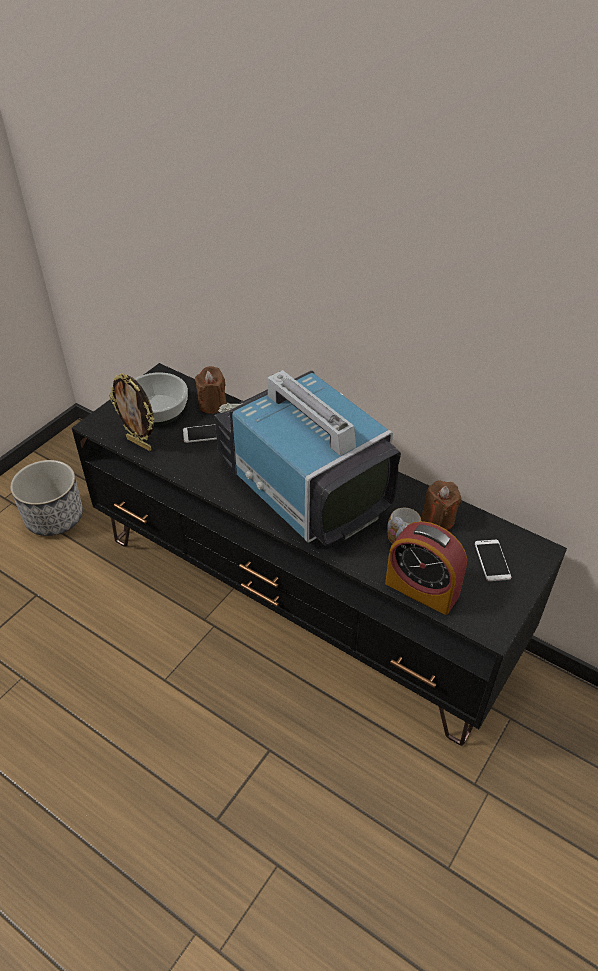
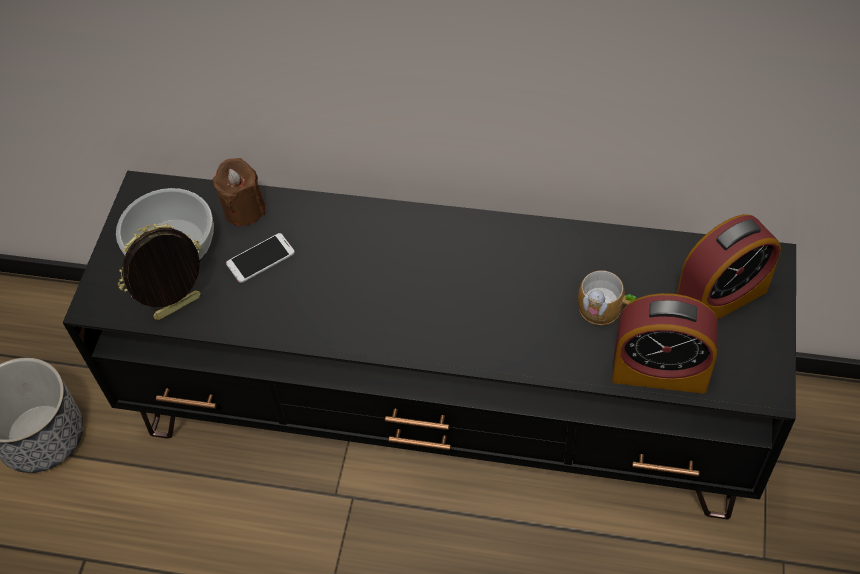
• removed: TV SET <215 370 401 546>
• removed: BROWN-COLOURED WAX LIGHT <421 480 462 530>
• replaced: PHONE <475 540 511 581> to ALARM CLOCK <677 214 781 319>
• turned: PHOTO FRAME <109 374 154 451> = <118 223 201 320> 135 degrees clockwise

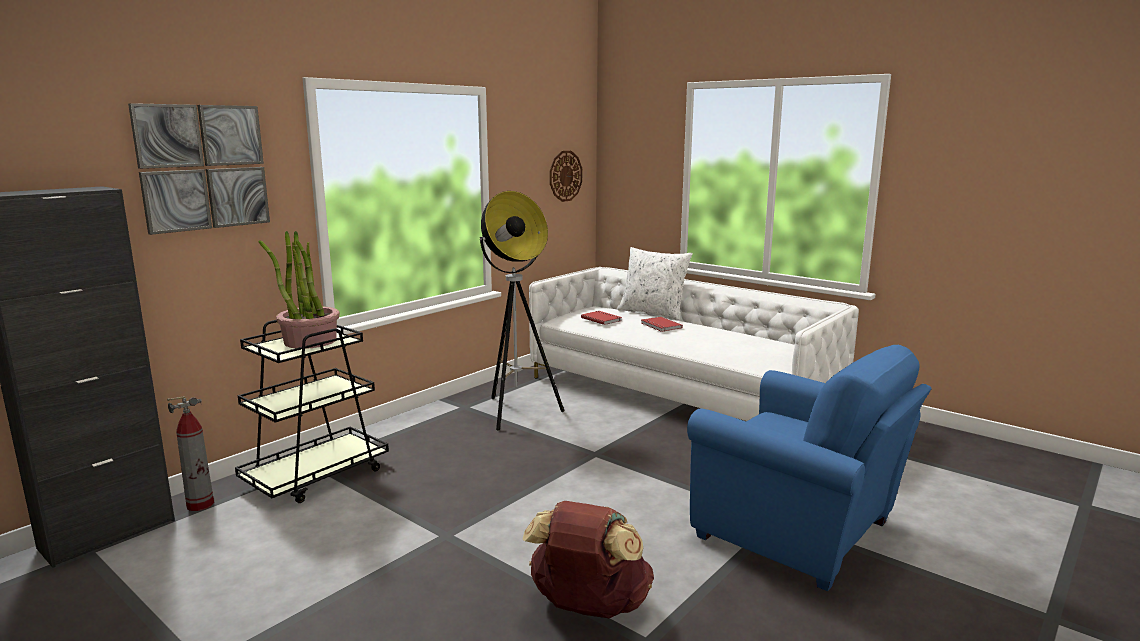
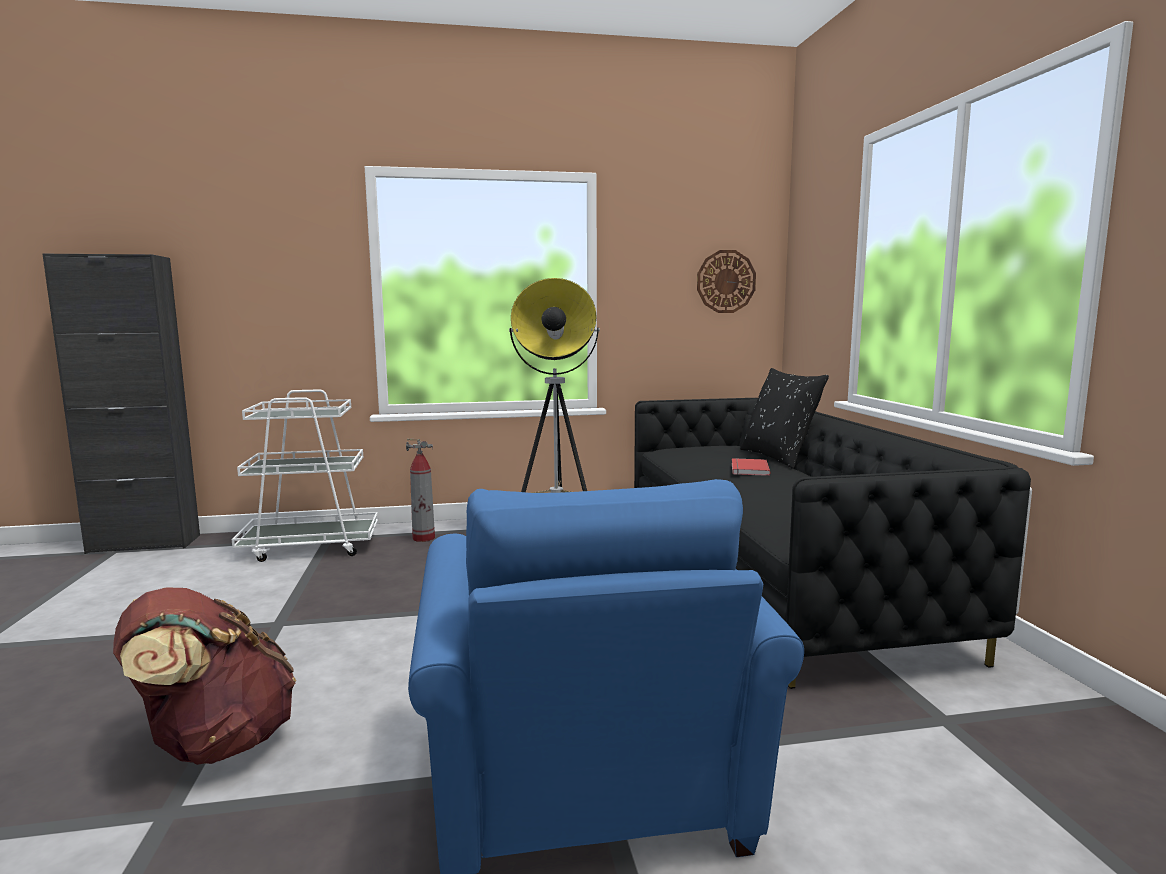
• removed: WALL ART <128 103 270 235>
• removed: PLANT IN A POT <259 231 340 349>
• removed: REDDISH BOUND BOOK <581 311 622 325>
• moved: FIRE EXTINGUISHER <167 396 214 511> to <406 438 435 542>
• recoloured: BLACK-COLOURED WHEELED CART <235 320 389 503> to WHITISH WHEELED CART <232 389 378 562>
• recoloured: WHITISH SETTEE <529 267 859 421> to BLACK-COLOURED SETTEE <634 398 1031 689>
• recoloured: WHITISH THROW PILLOW <618 247 693 320> to BLACK-COLOURED THROW PILLOW <740 368 829 469>

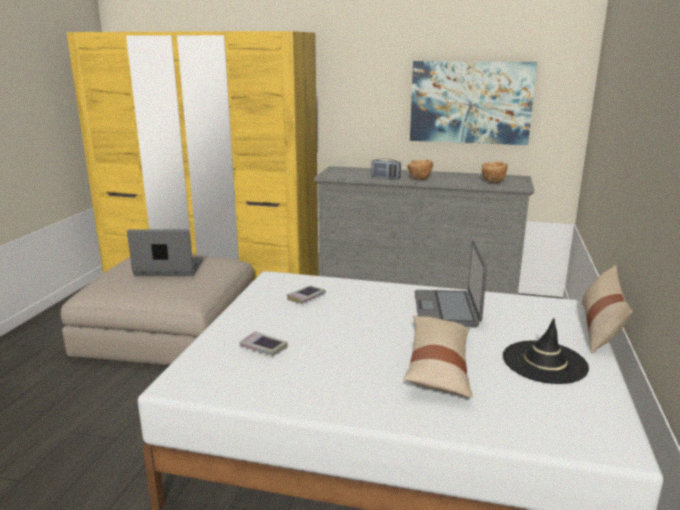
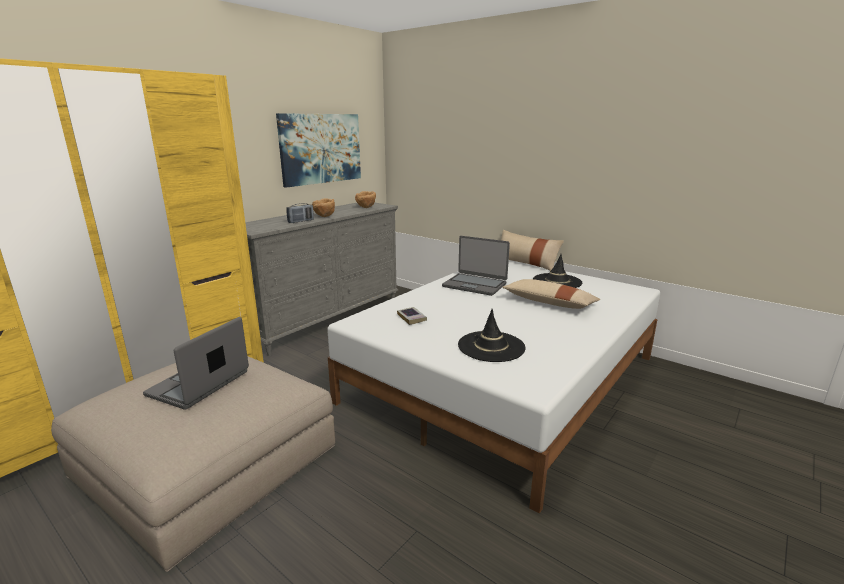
• replaced: BOUND BOOK <239 331 288 356> to BLACK-COLOURED HAT <458 309 526 362>

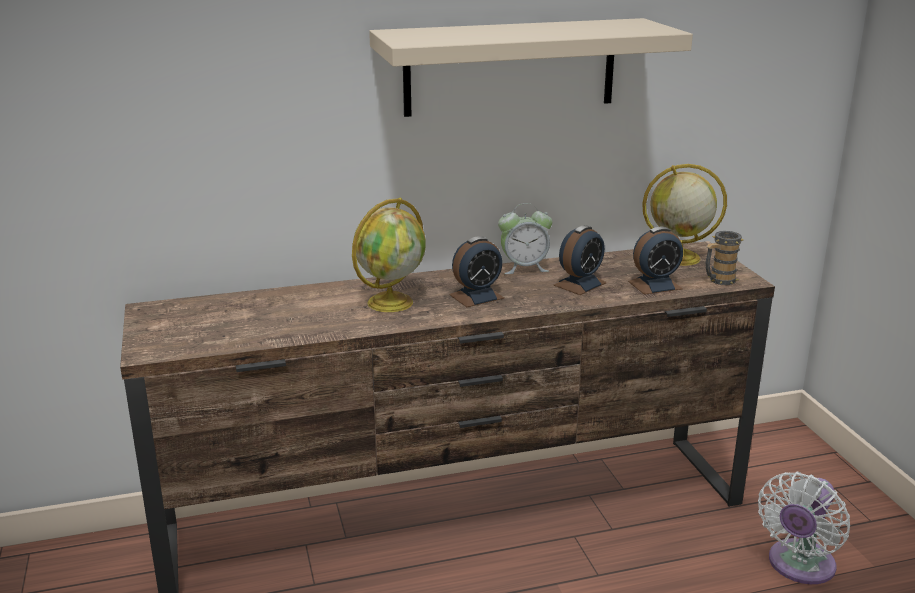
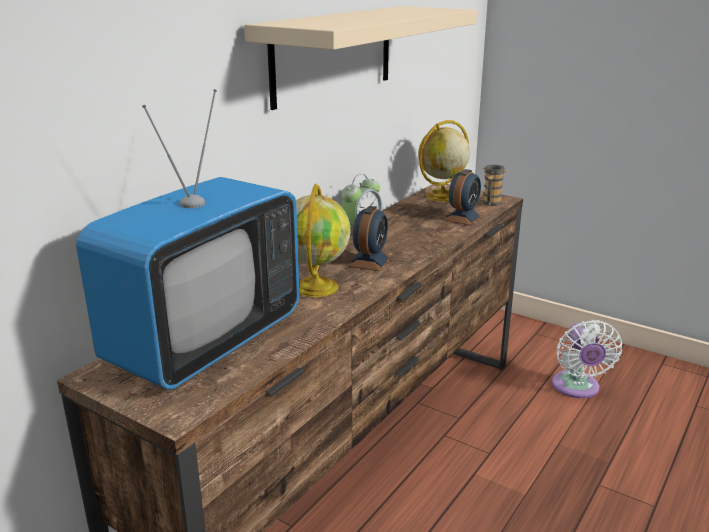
• removed: ALARM CLOCK <553 225 607 295>
• added: TV SET <76 89 300 390>

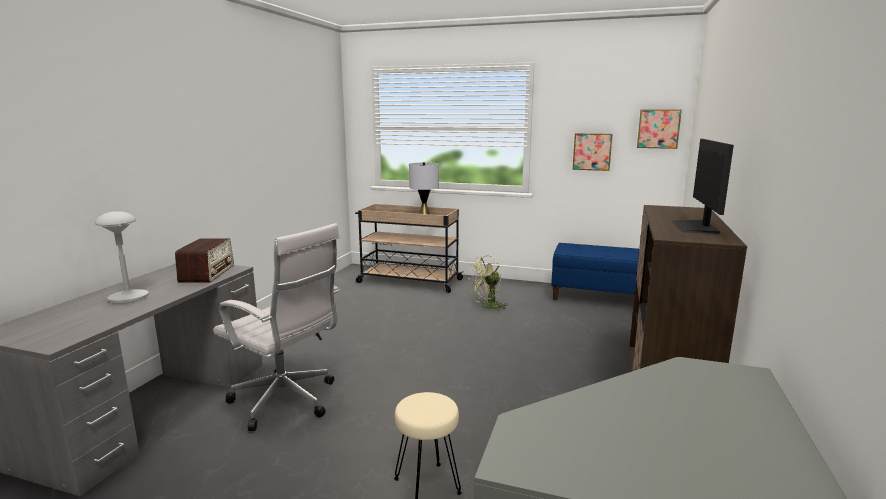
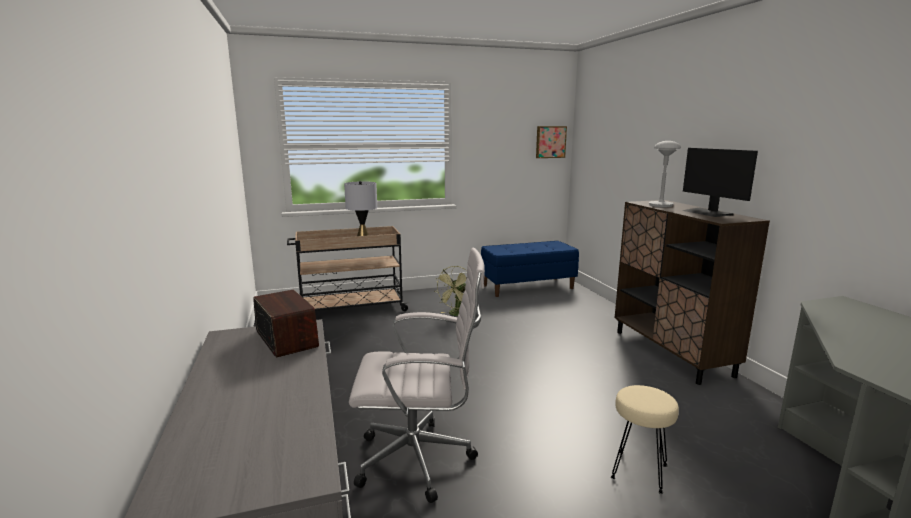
• removed: WALL ART <572 133 612 171>
• moved: GREYISH LAMP FOR A TABLE <95 211 149 304> to <649 141 681 207>

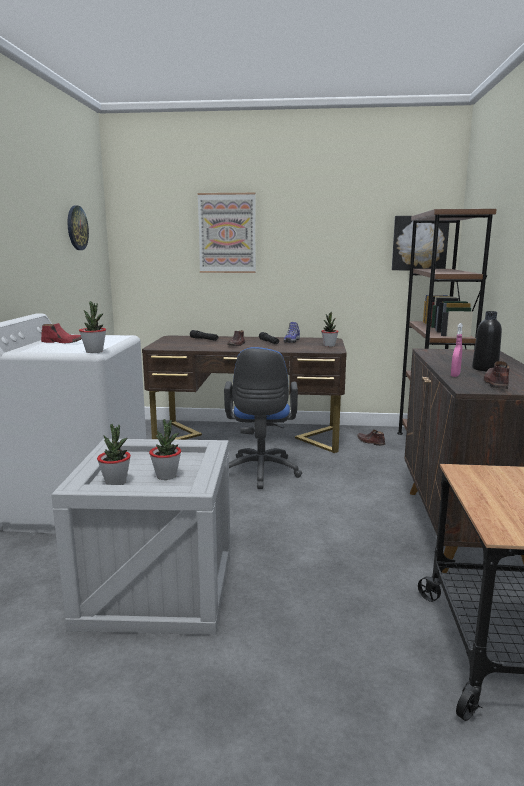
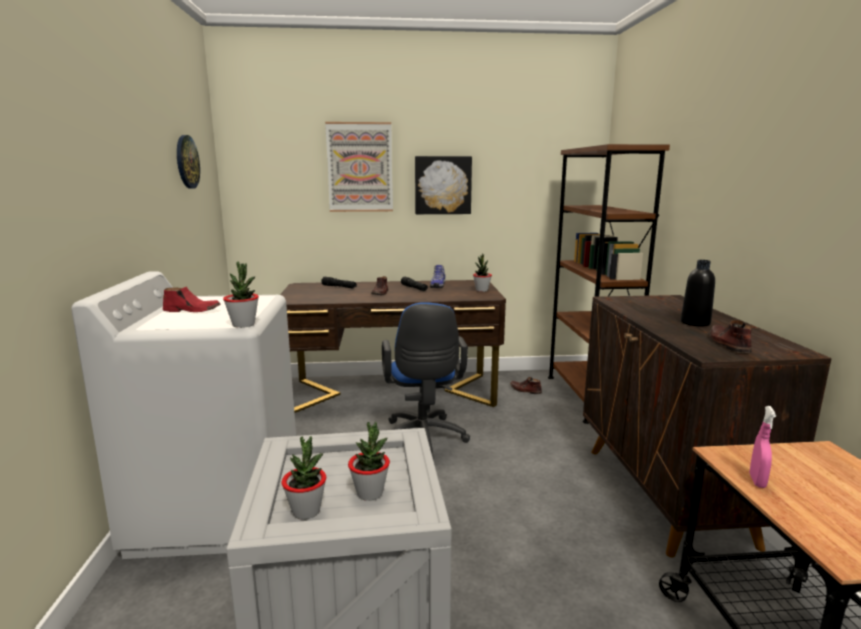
• moved: WALL ART <392 216 449 270> to <415 156 472 214>
• moved: PINK-COLOURED HAND SPRAYER <451 323 463 377> to <749 406 776 488>

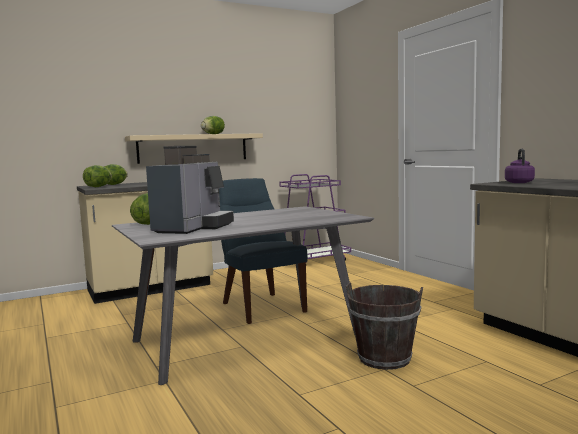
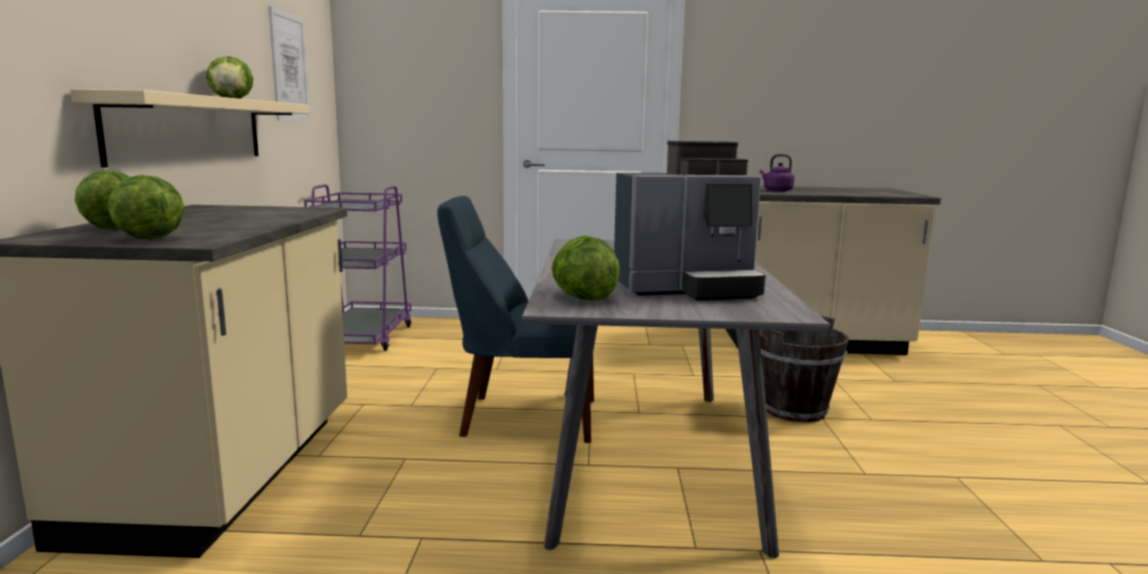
• added: WALL ART <268 6 310 121>
• turned: COFFEE MACHINE <146 146 234 234> = <614 141 766 301> 120 degrees clockwise

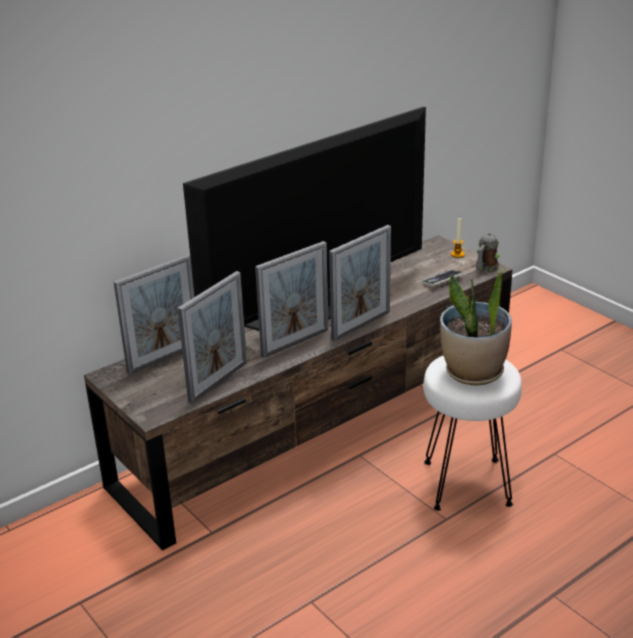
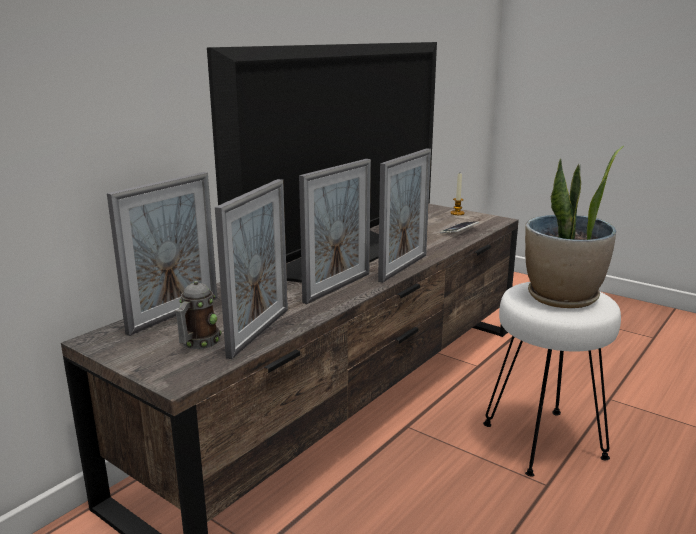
• moved: COFFEE MUG <475 233 499 273> to <175 281 221 349>

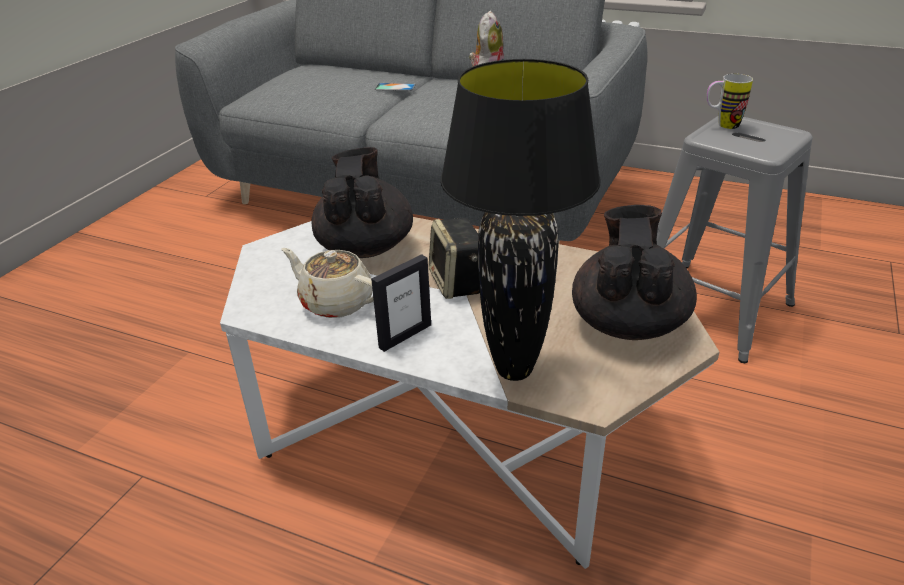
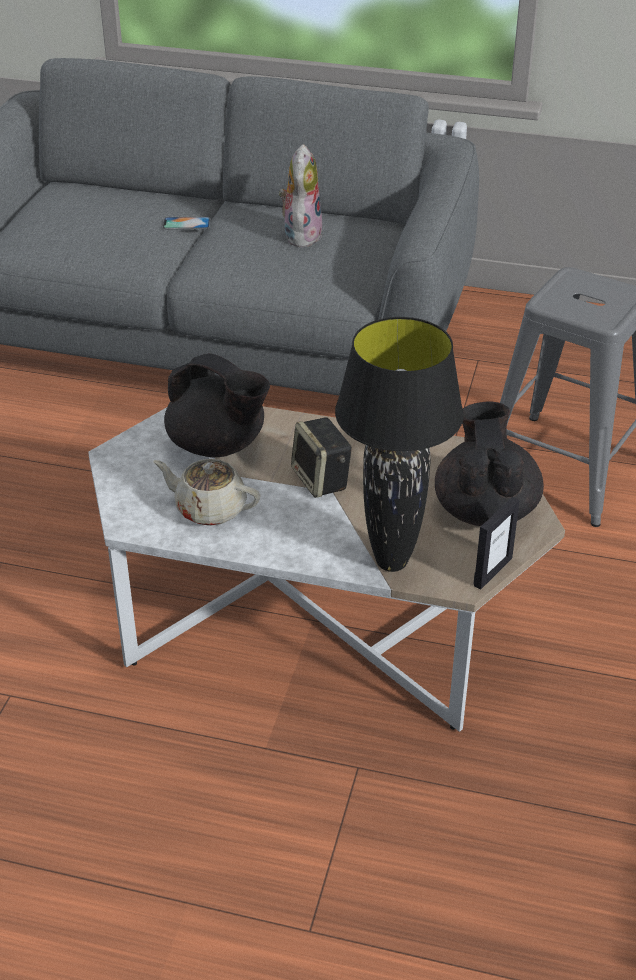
• removed: COFFEE MUG <707 74 753 129>
• moved: PHOTO FRAME <371 254 431 352> to <473 497 520 589>
• turned: BLACK-COLOURED TEA POT <311 147 413 258> = <164 353 270 457> 135 degrees clockwise

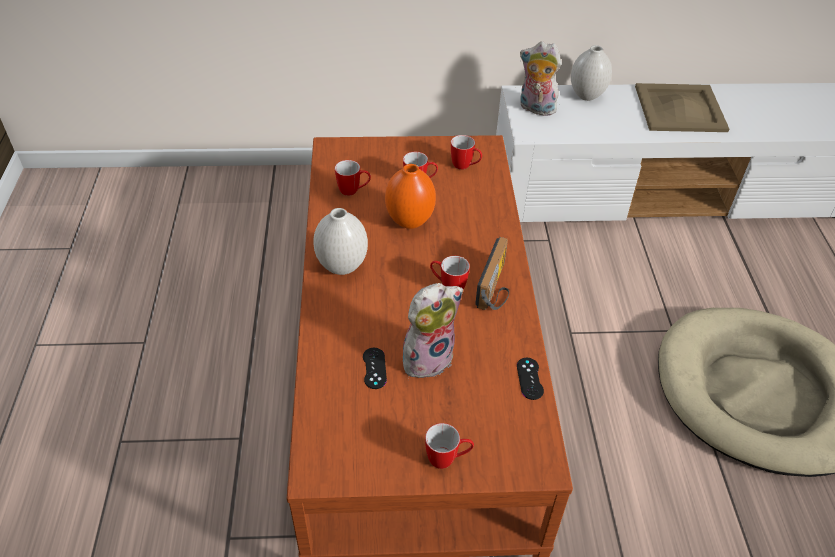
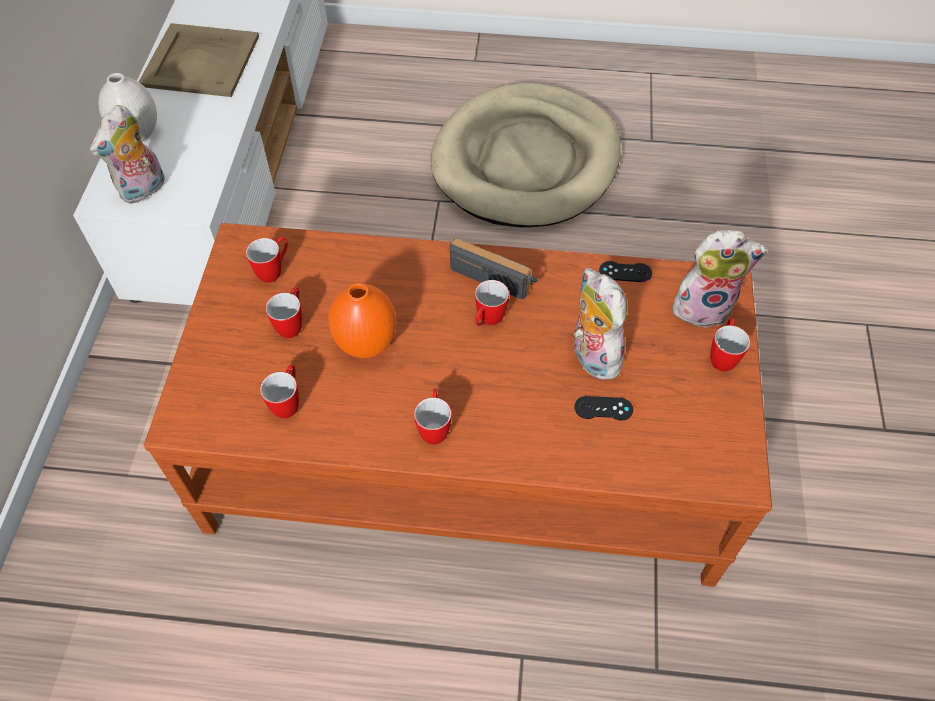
• added: CUDDLY TOY <672 230 767 328>
• replaced: WHITISH VASE <313 208 368 275> to COFFEE MUG <414 389 451 445>

